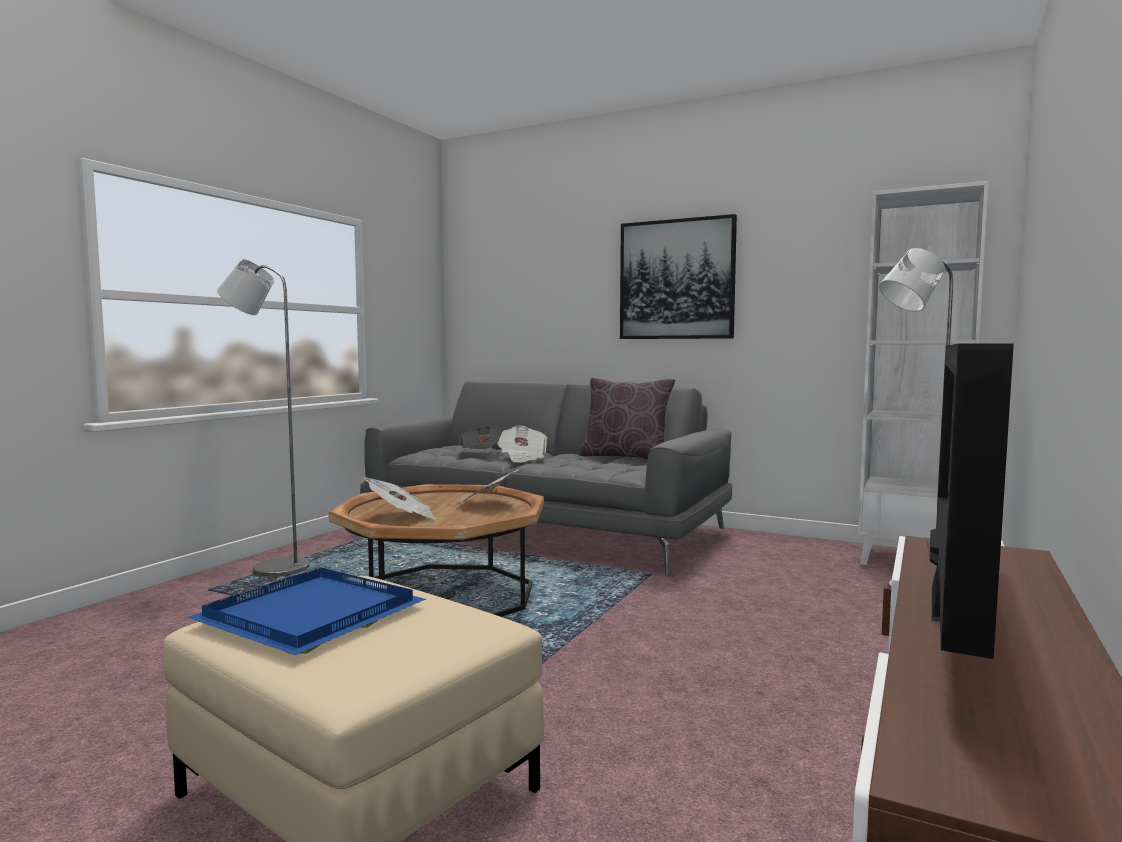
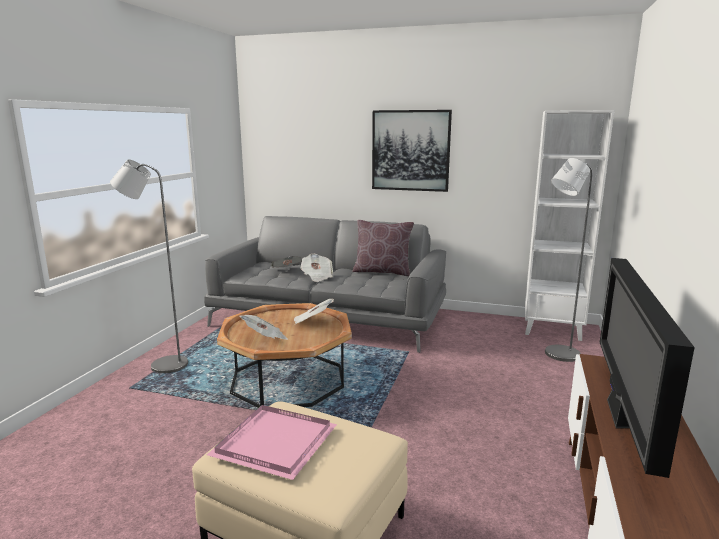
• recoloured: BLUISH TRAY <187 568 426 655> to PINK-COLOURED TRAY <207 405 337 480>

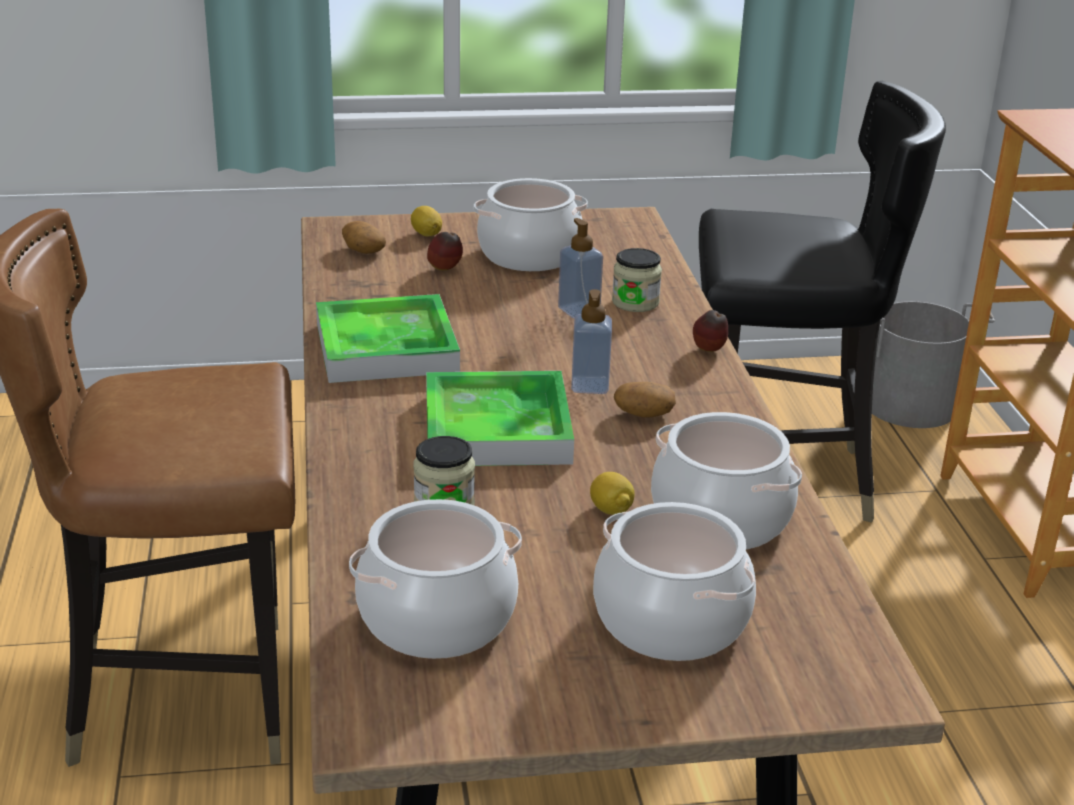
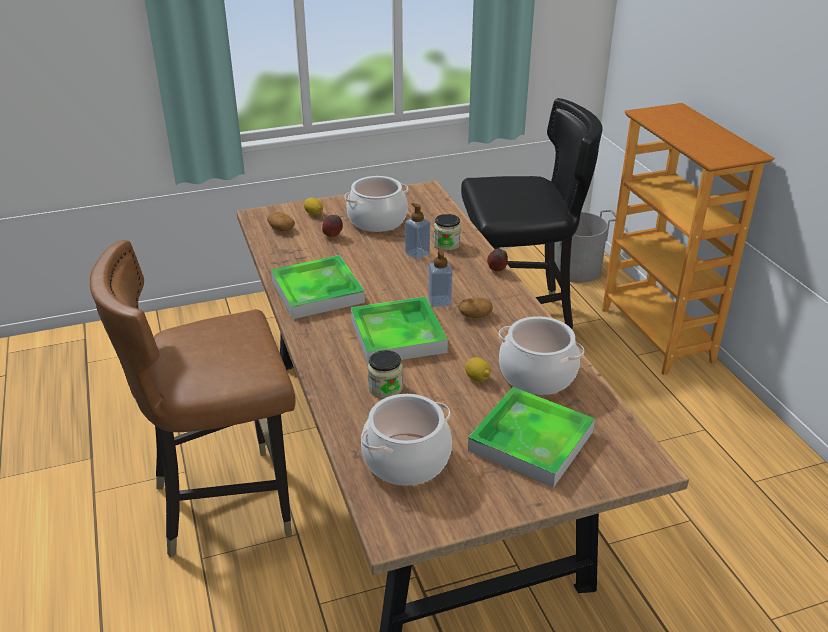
• replaced: SAUCEPOT <593 502 756 661> to TRAY <468 387 595 488>

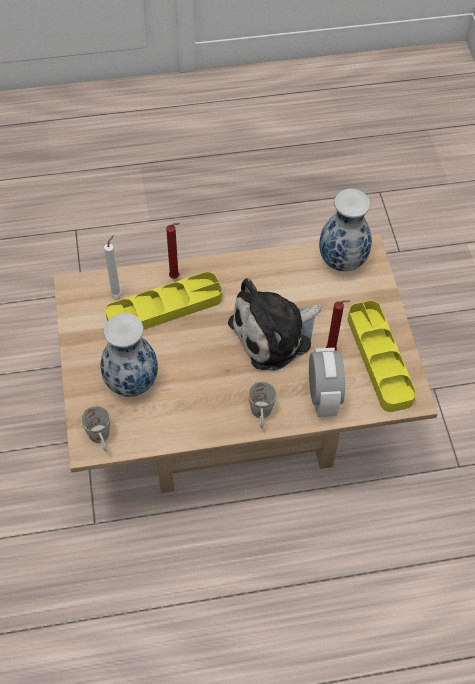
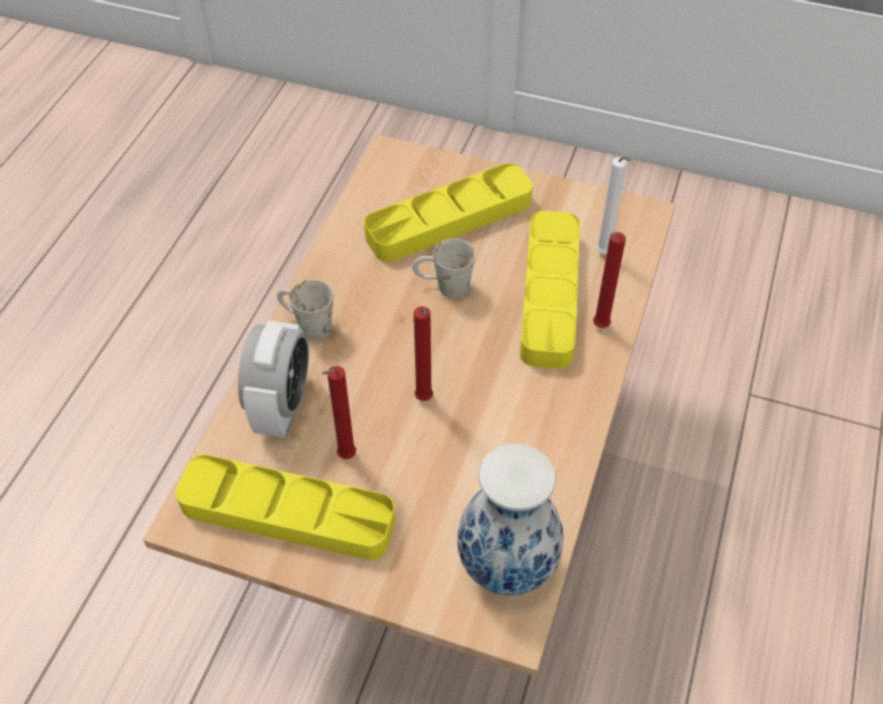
• moved: WHITISH COFFEE MUG <81 406 110 452> to <412 239 475 298>
• replaced: VASE <100 313 158 397> to YELLOW-COLOURED TRAY <364 163 533 262>
• replaced: CUDDLY TOY <228 278 322 371> to REDDISH WAX LIGHT <414 306 433 401>
• turned: ALARM CLOCK <309 348 345 417> = <238 320 309 438> 105 degrees counterclockwise

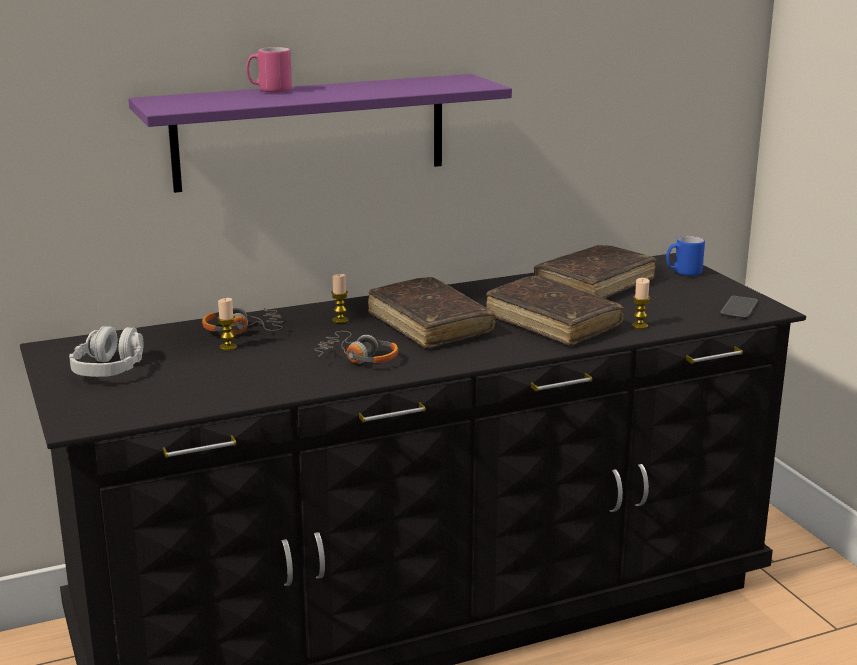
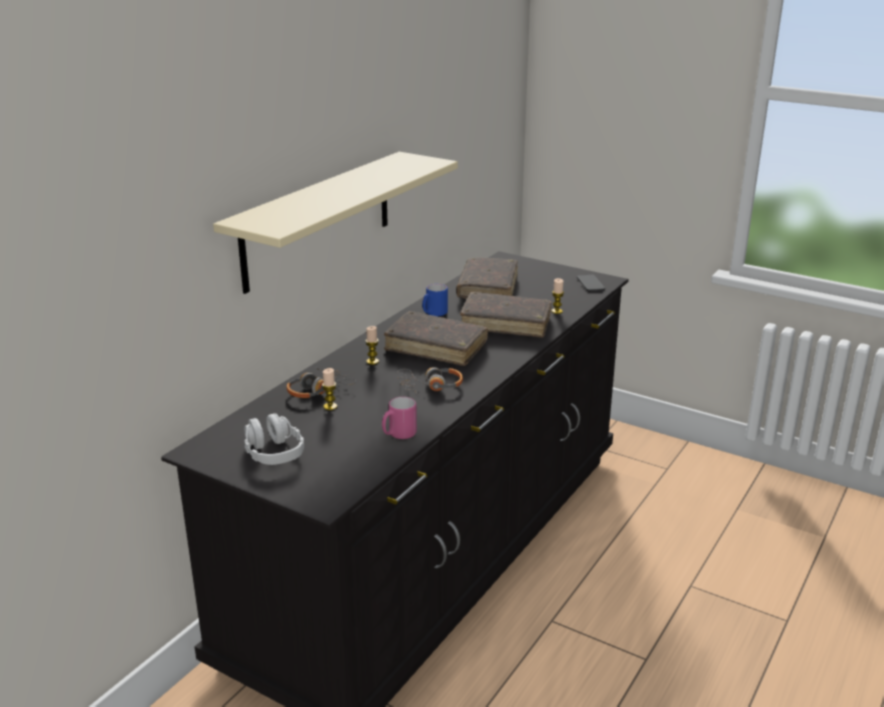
• moved: PINK-COLOURED COFFEE MUG <246 47 292 93> to <382 397 417 439>
• moved: BLUISH COFFEE MUG <666 236 705 276> to <422 284 448 316>
• recoloured: PURPLISH BRACKET SHELF <128 74 512 193> to BEIGE BRACKET SHELF <213 152 458 294>

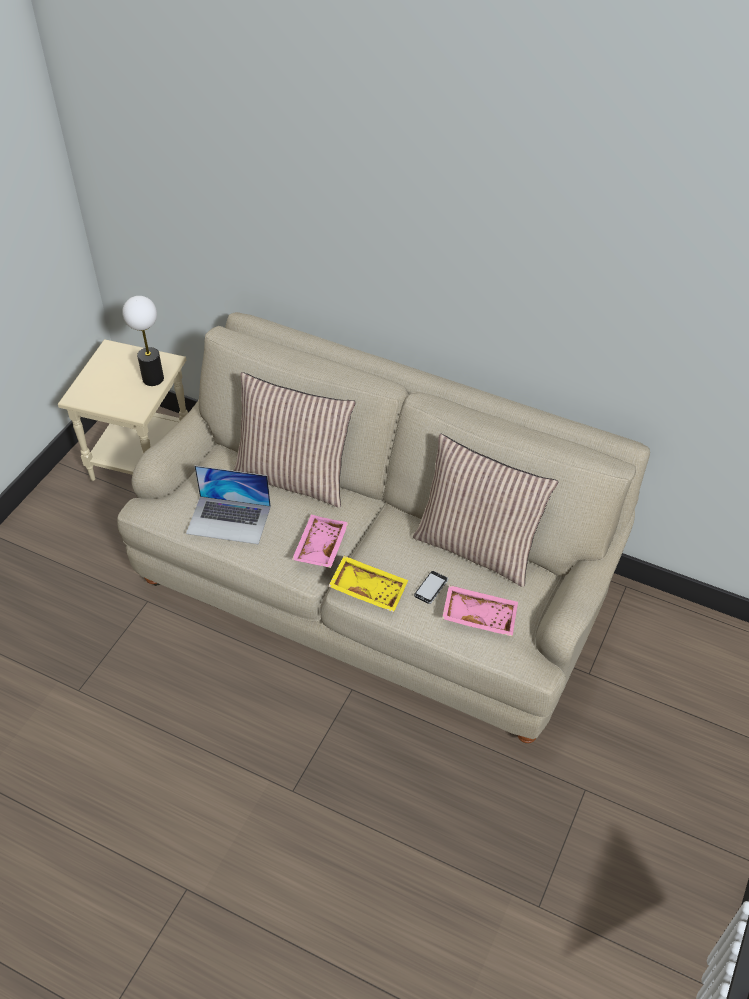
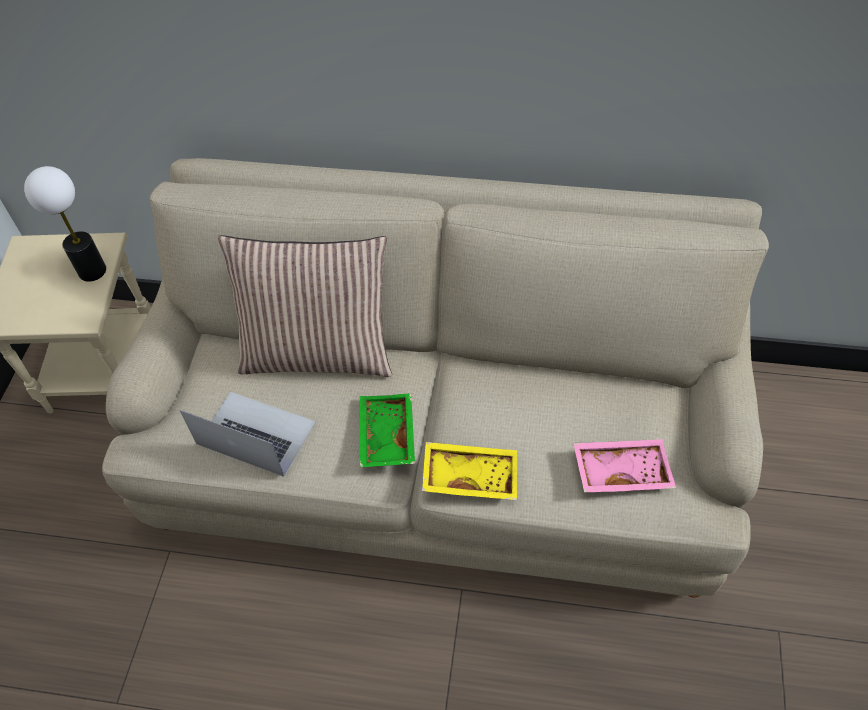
• removed: THROW PILLOW <413 433 558 587>
• removed: PHONE <414 571 448 604>
• recoloured: PINK-COLOURED TRAY <292 514 349 568> to GREEN TRAY <360 394 415 467>
• turned: PORTABLE COMPUTER <186 466 271 545> = <180 392 316 477> 150 degrees counterclockwise

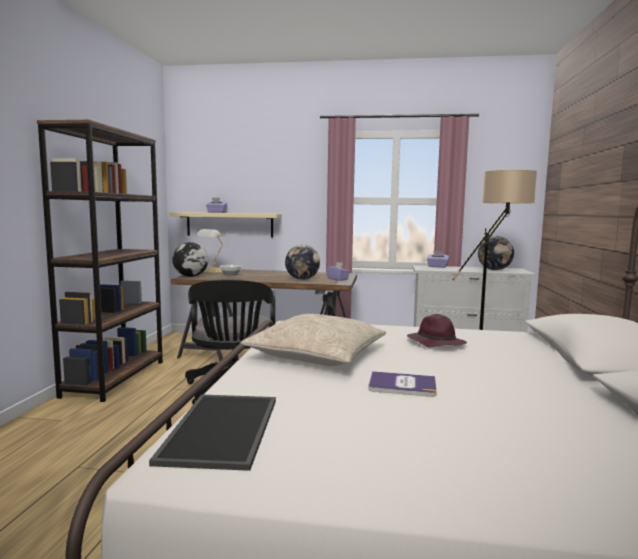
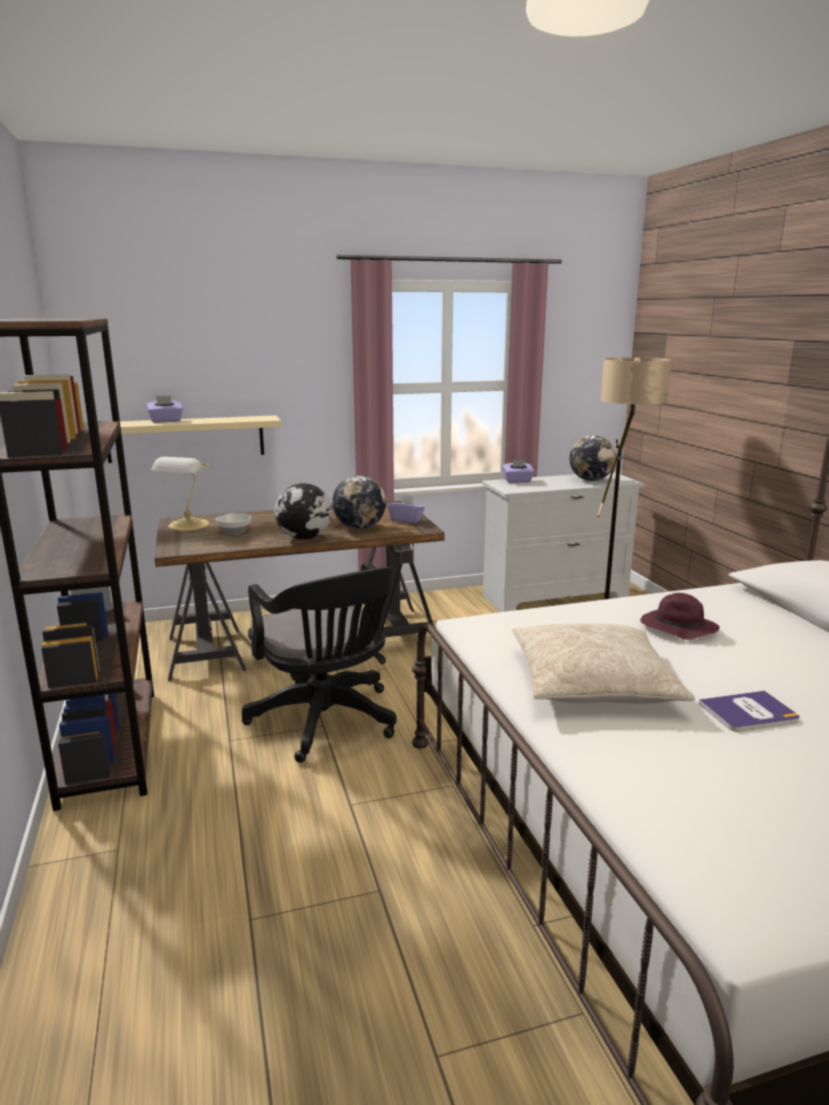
• removed: TRAY <149 394 276 471>
• moved: WORLD GLOBE <172 242 209 277> to <275 483 332 539>

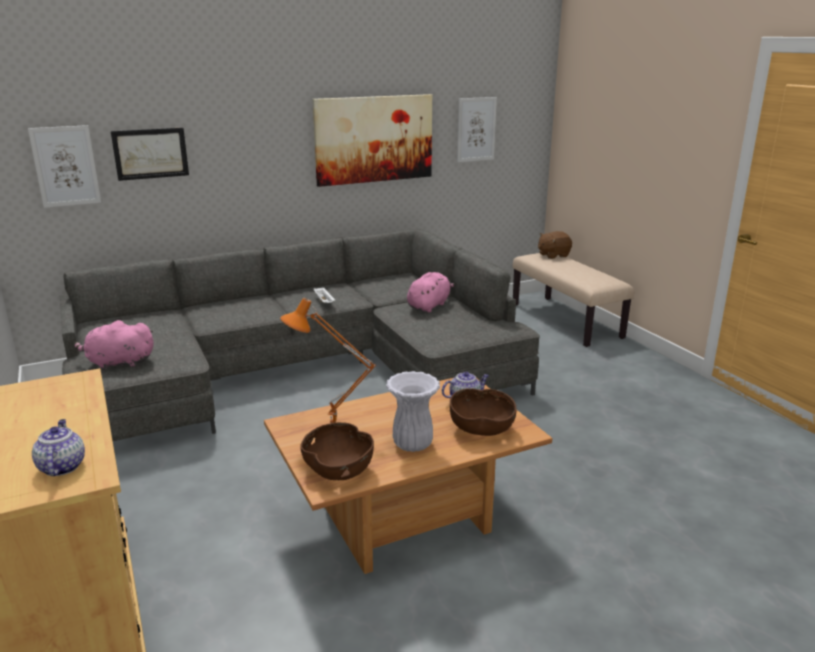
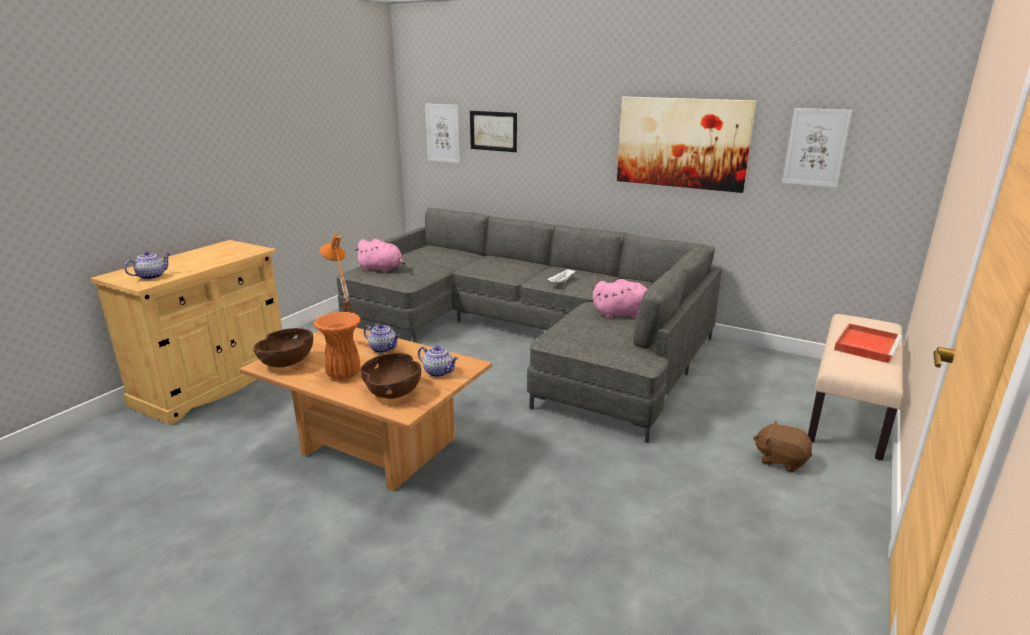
• added: TEA POT <364 324 400 353>
• added: REDDISH TRAY <834 324 902 363>
• moved: BROWN-COLOURED CUDDLY TOY <538 231 572 259> to <753 420 812 472>
• recoloured: WHITISH VASE <386 371 440 452> to ORANGE VASE <313 312 361 379>
• turned: PINK-COLOURED CUDDLY TOY <74 320 154 370> = <354 239 405 273> 150 degrees clockwise

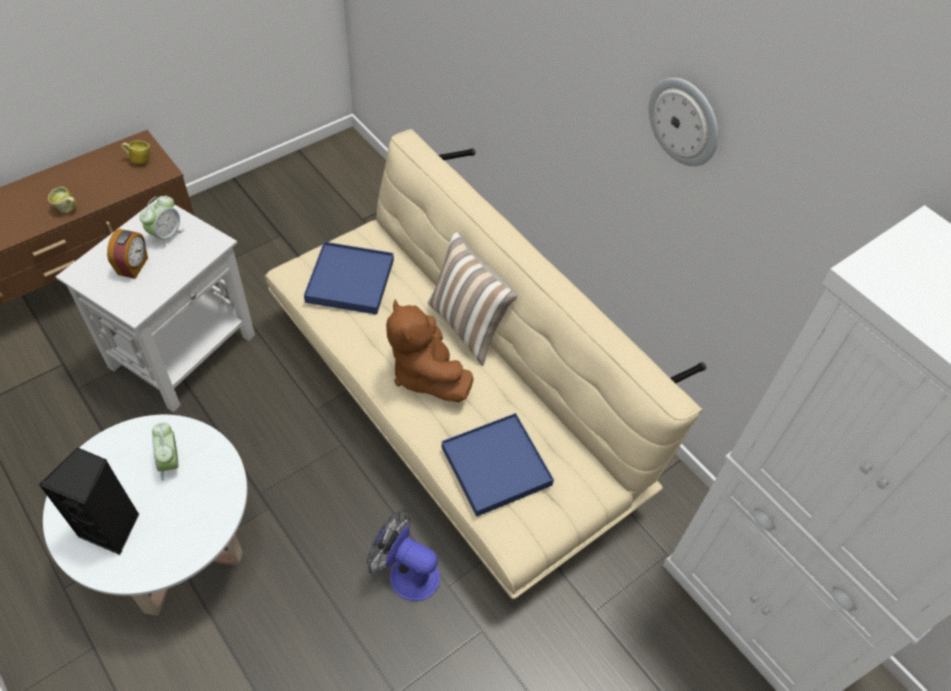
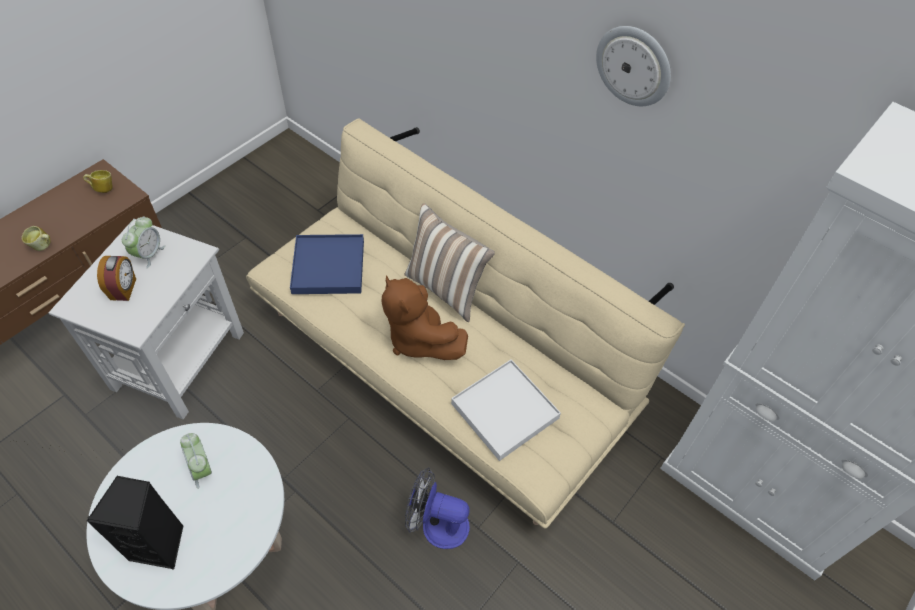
• recoloured: BLUISH TRAY <442 413 554 517> to WHITISH TRAY <451 359 561 461>

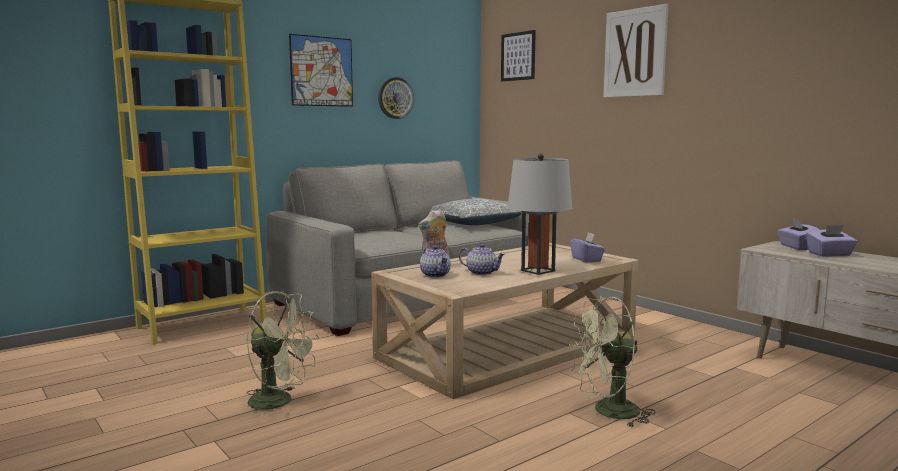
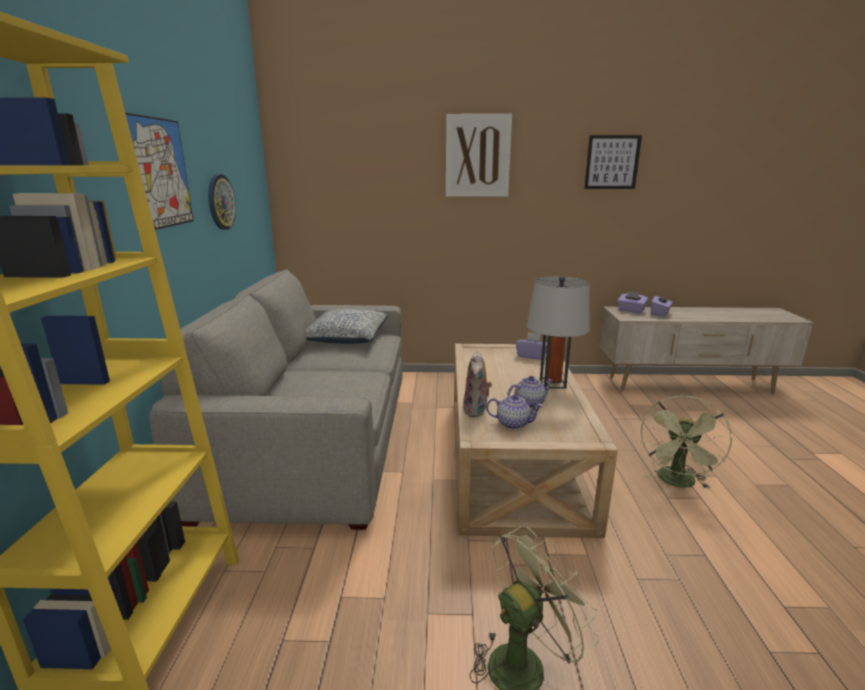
• moved: WALL ART <501 30 536 81> to <584 135 642 189>

